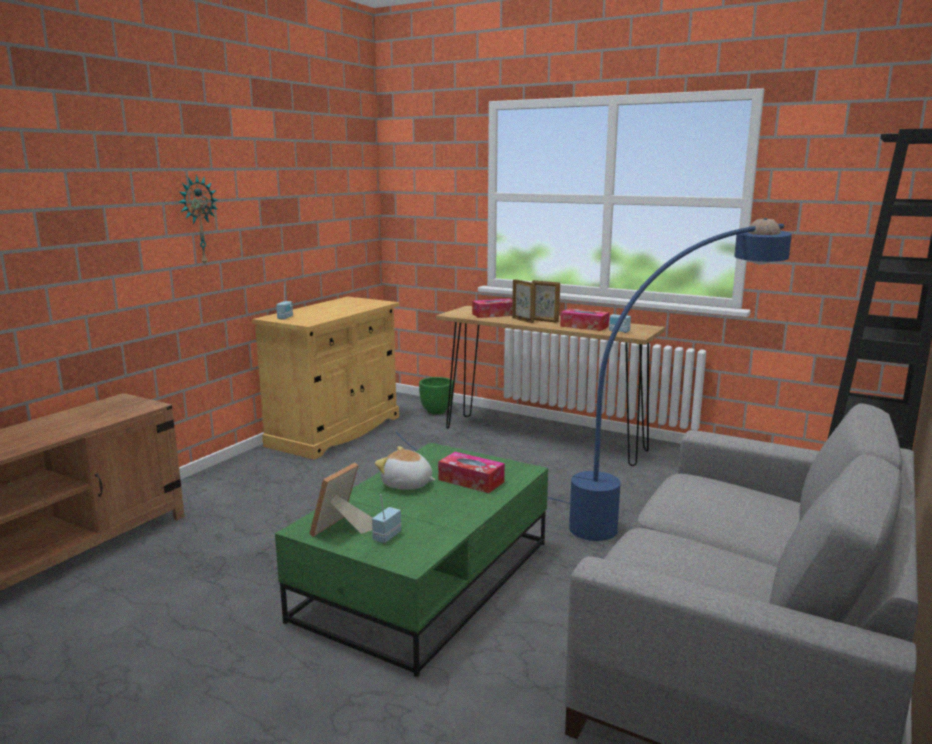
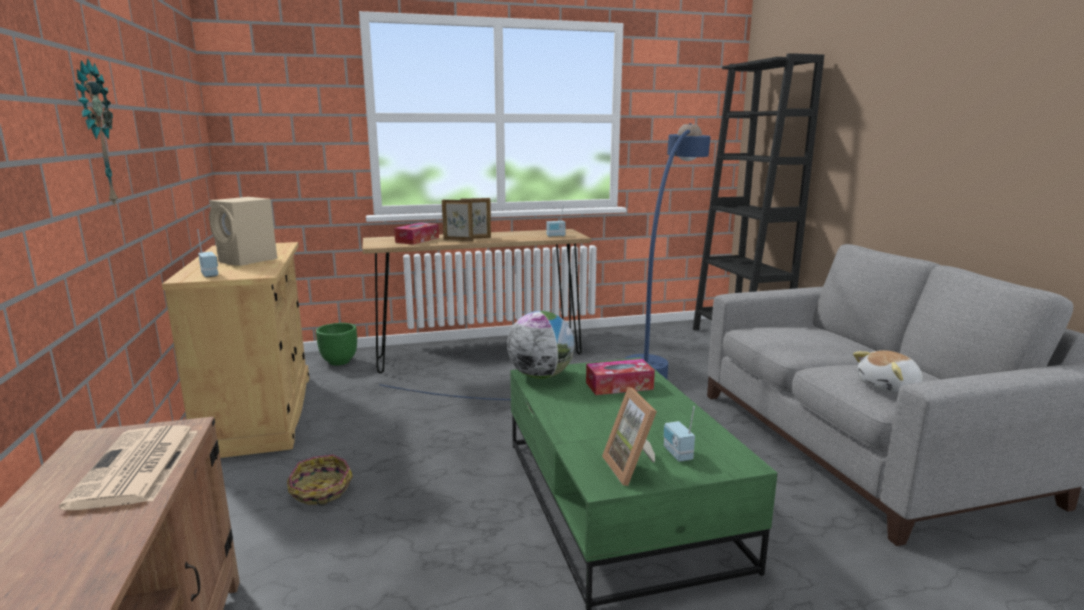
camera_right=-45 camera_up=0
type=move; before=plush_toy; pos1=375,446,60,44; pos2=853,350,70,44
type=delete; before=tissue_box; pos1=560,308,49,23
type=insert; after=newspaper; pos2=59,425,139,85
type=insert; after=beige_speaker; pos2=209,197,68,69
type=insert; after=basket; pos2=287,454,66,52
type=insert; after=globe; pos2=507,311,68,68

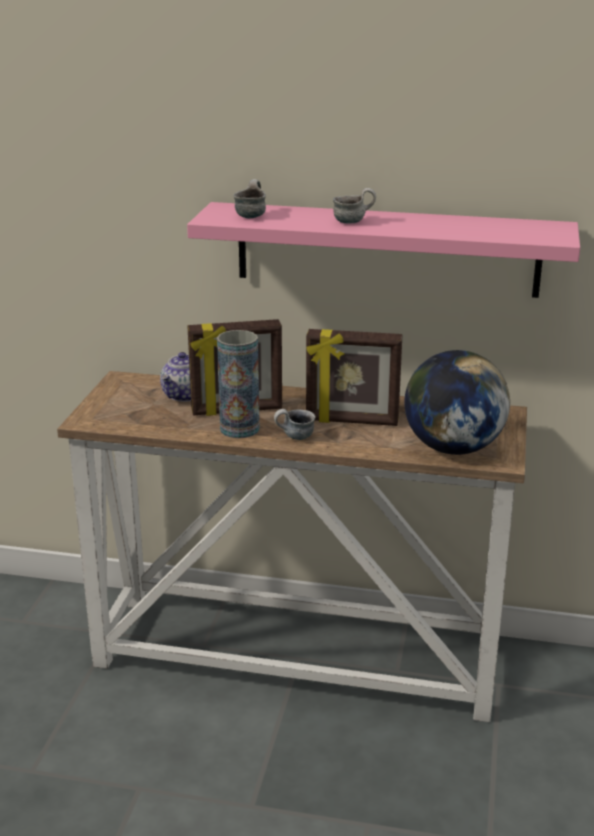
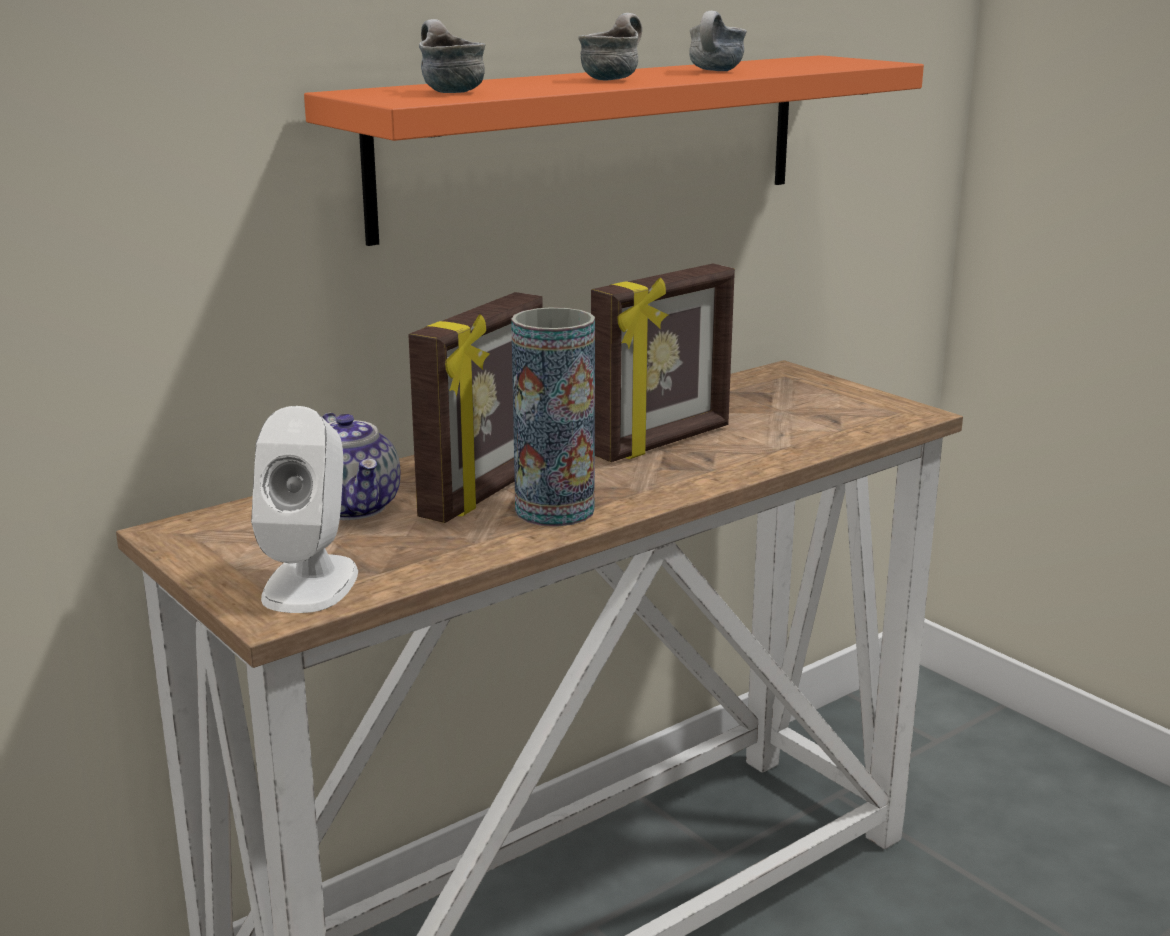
camera_right=-50 camera_up=-5
type=recolor; before=pink_shelf; after=orange_shelf; pos1=187,202,393,96; pos2=304,55,620,191
type=move; before=mug; pos1=274,409,41,31; pos2=689,11,58,60
type=delete; before=globe; pos1=404,350,106,105
type=insert; after=white_speaker; pos2=251,406,107,207

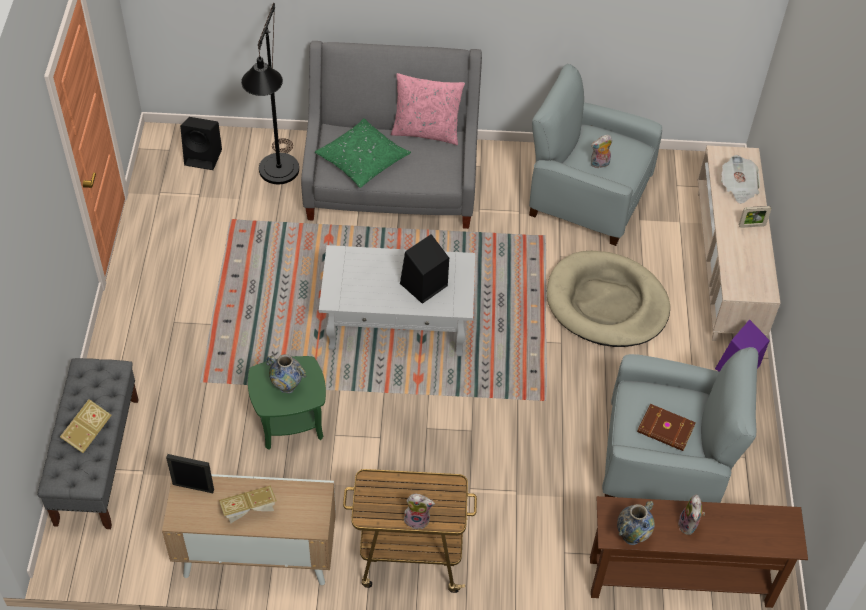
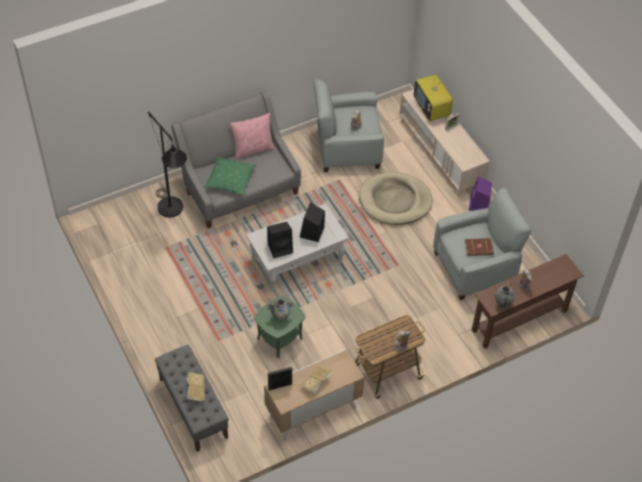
camera_right=-30 camera_up=0
type=move; before=black_speaker; pos1=180,117,42,53; pos2=267,222,26,36
type=replace; before=newspaper; after=television; pos1=721,155,39,49; pos2=414,71,39,50

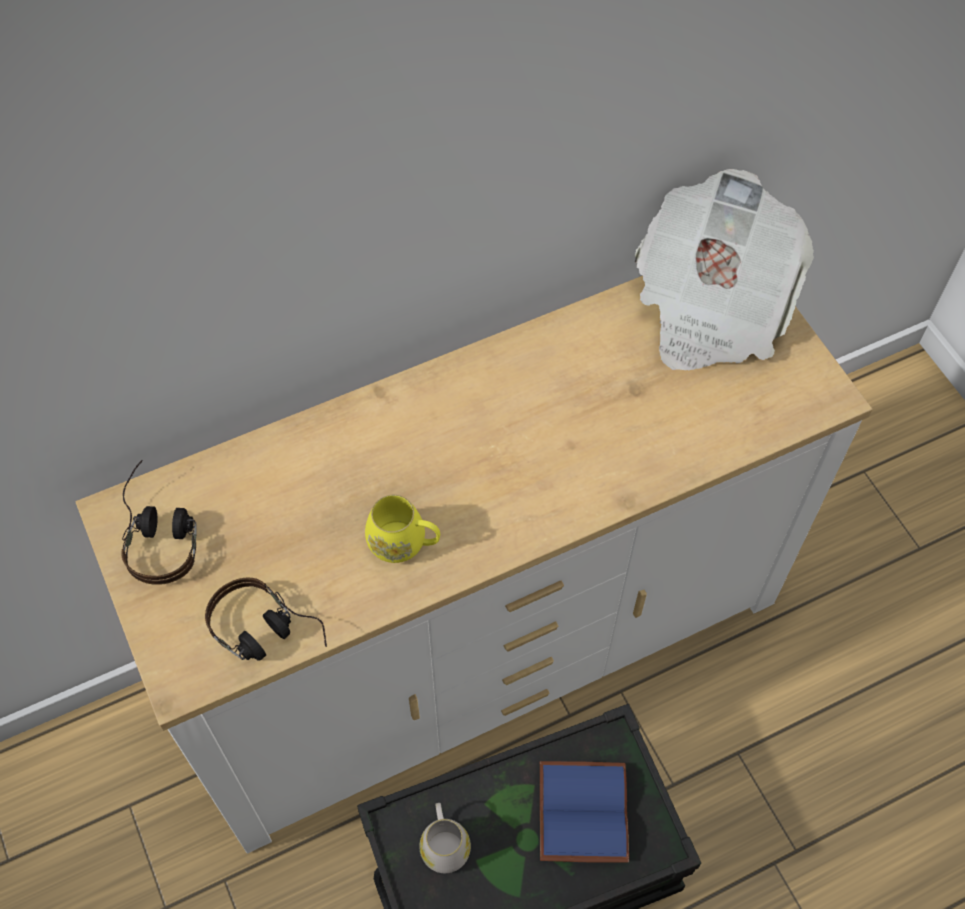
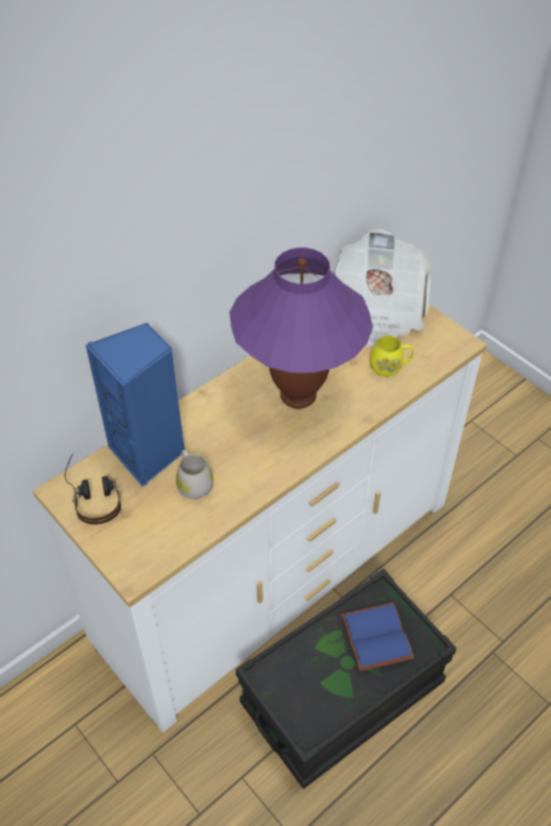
camera_right=-15 camera_up=-10
type=delete; before=headphones; pos1=205,578,122,82
type=move; before=yellow_mug; pos1=365,495,75,68; pos2=370,335,44,42
type=move; before=white_mug; pos1=419,803,52,70; pos2=176,450,38,49
type=insert; after=blue_speaker; pos2=85,323,100,164
type=insert; after=purple_table_lamp; pos2=229,248,144,161

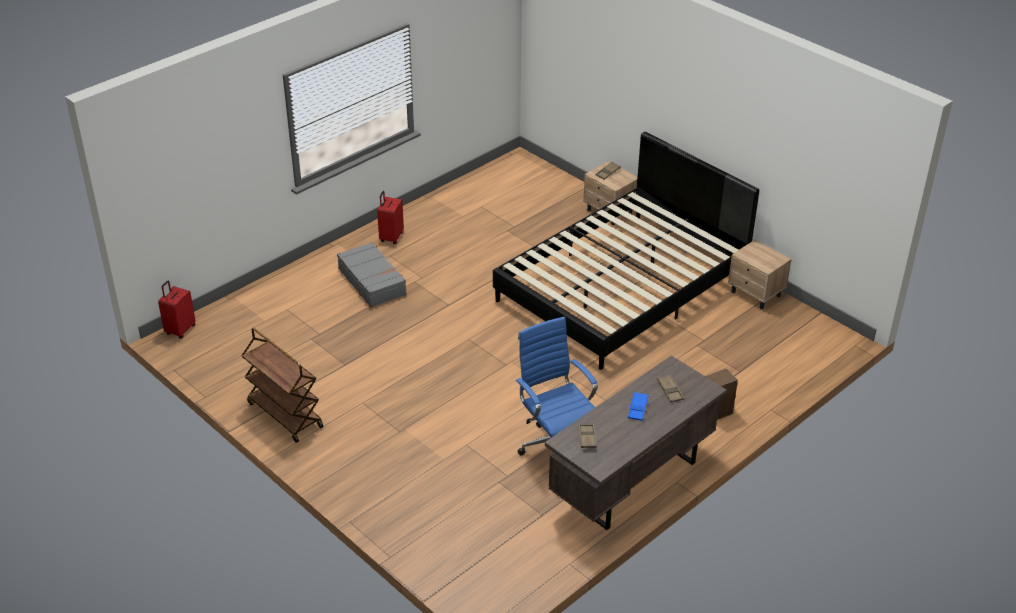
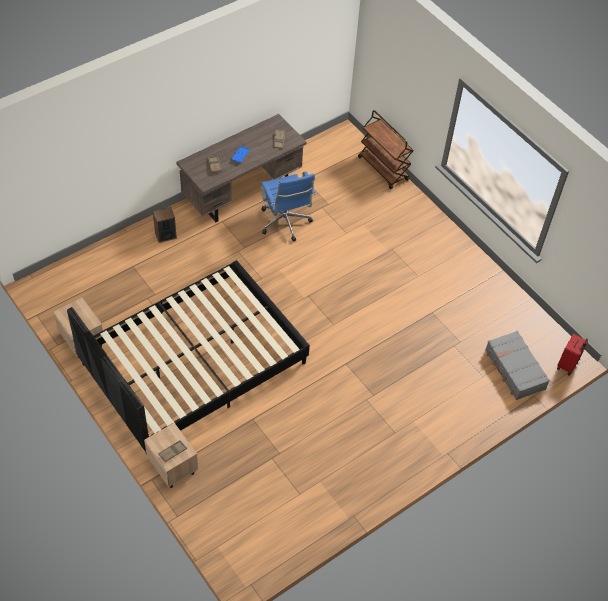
camera_right=-175 camera_up=15
type=move; before=brown_cart; pos1=241,328,82,115; pos2=358,110,56,79
type=move; before=grey_suitcase; pos1=337,242,69,65; pos2=485,331,65,69
type=delete; before=red_suitcase; pos1=377,191,27,53

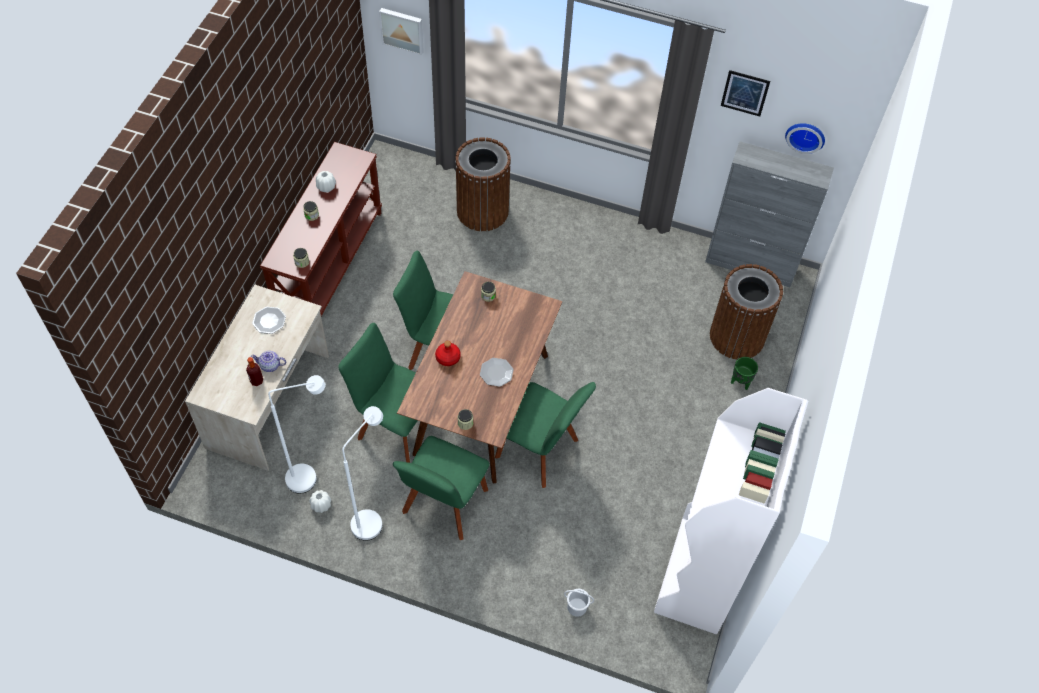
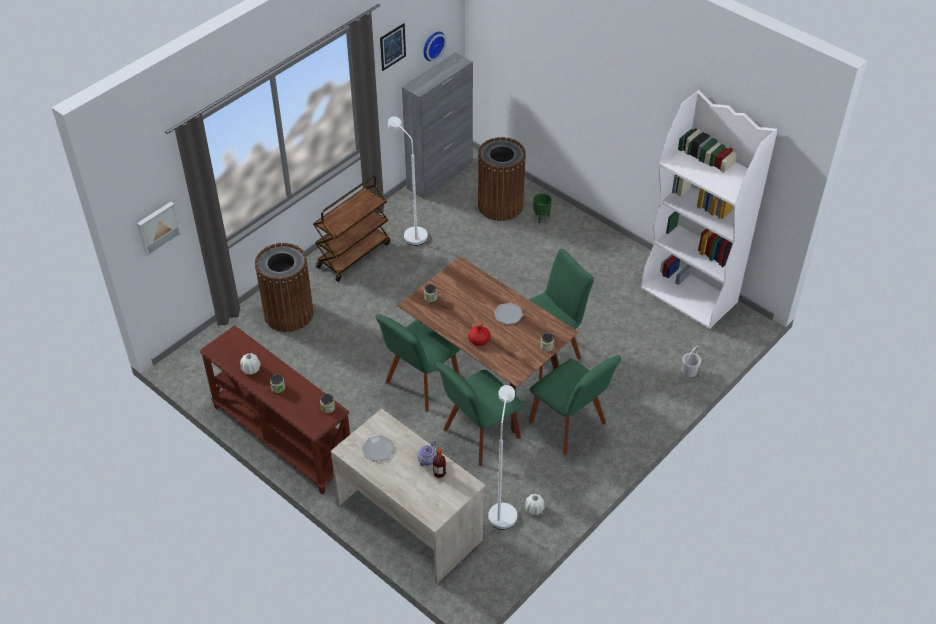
camera_right=-65 camera_up=-10
type=move; before=white_floor_lamp; pos1=342,406,41,135; pos2=388,116,40,130
type=insert; after=brown_cart; pos2=313,176,77,106

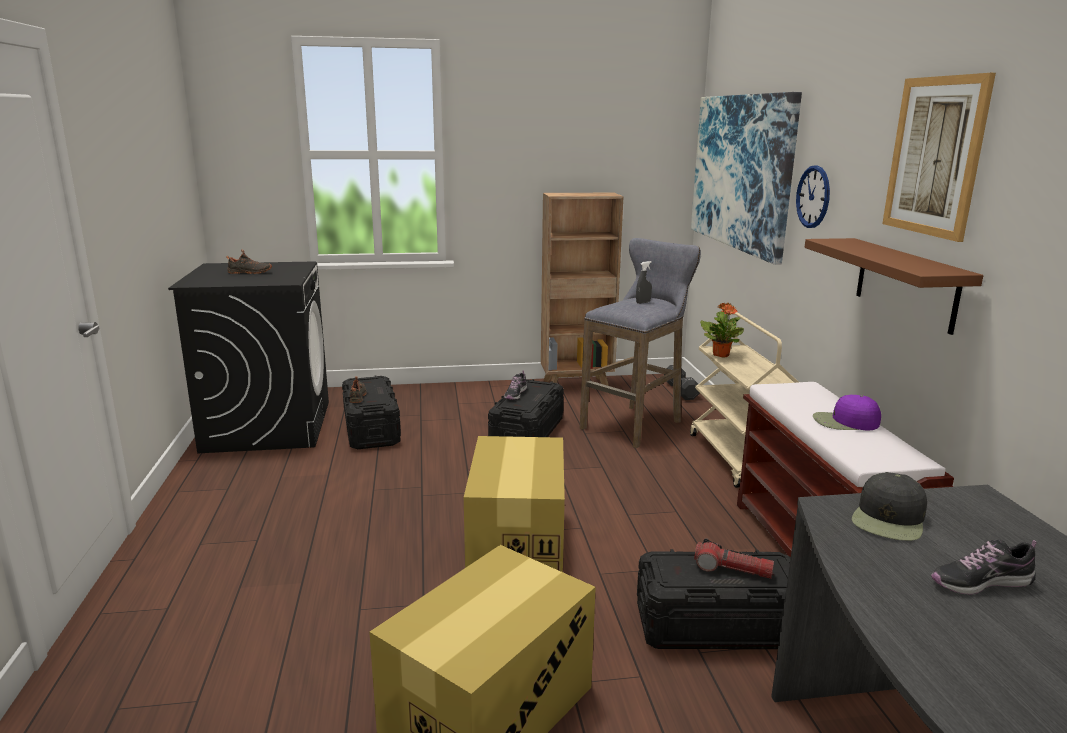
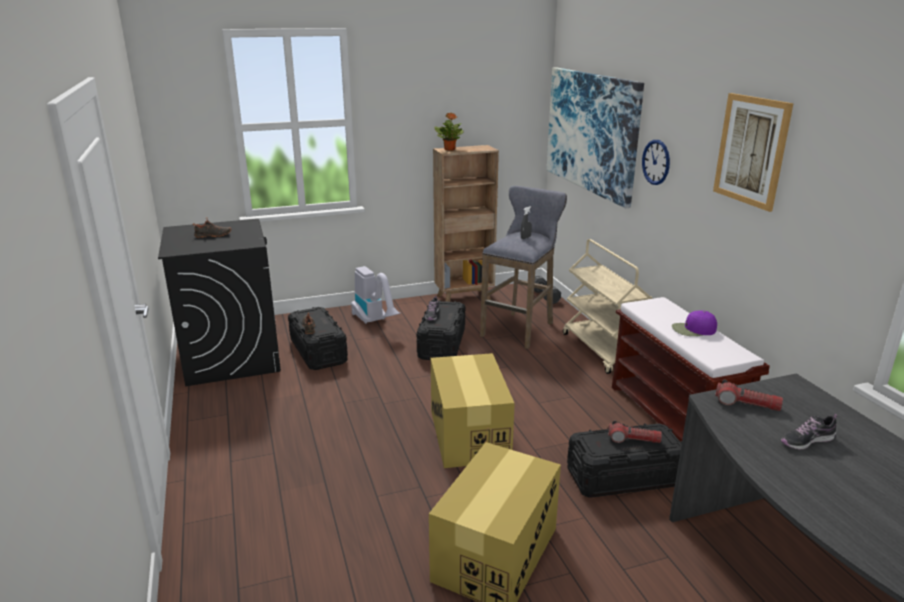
camera_right=-10 camera_up=5
type=move; before=potted_plant; pos1=700,303,44,54; pos2=434,113,30,38
type=delete; before=brown_shelf; pos1=804,238,179,97
type=replace; before=black_cap; after=flashlight; pos1=852,472,75,69; pos2=715,380,68,31
type=insert; after=vacuum_cleaner; pos2=351,266,49,58

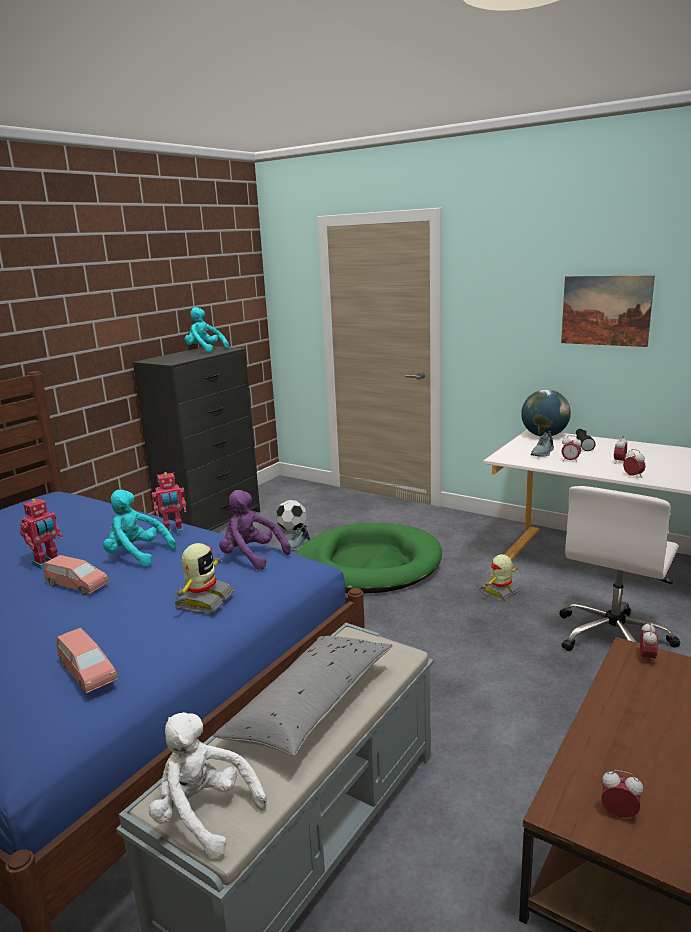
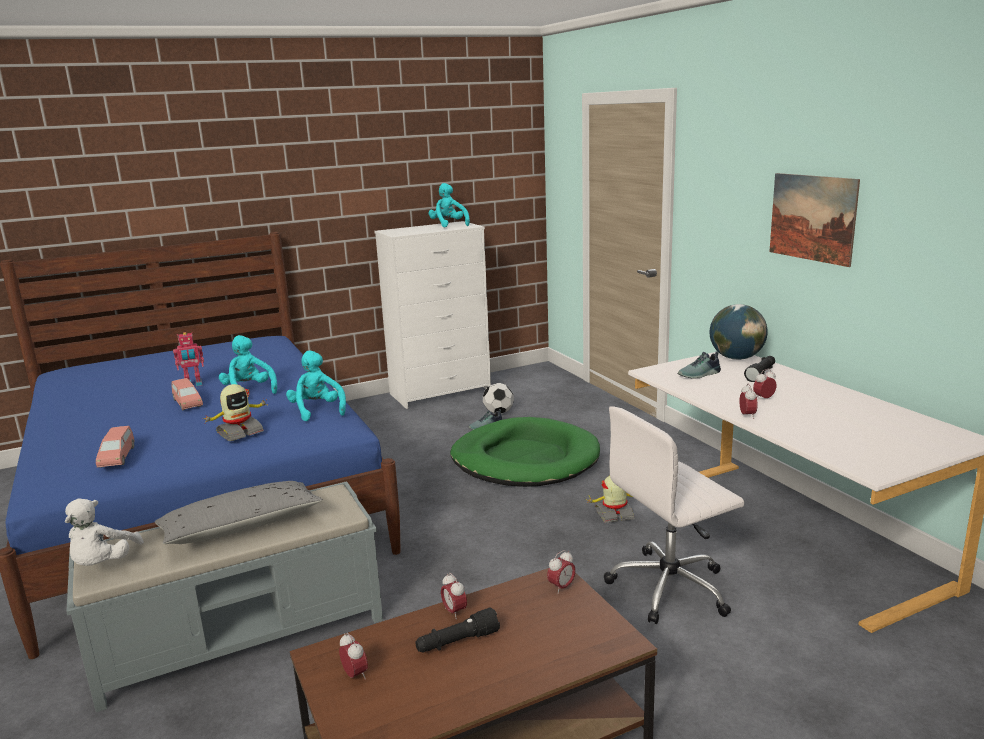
camera_right=30 camera_up=0
type=recolor; before=black_dresser; after=white_dresser; pos1=132,346,128,185; pos2=374,221,117,188
type=rotate; before=white_plush_toy; pos1=149,712,118,146; pos2=65,498,79,68; turn=-150
type=delete; before=toy_robot; pos1=152,472,34,63
type=recolor; before=purple_plush_toy; after=turquoise_plush_toy; pos1=219,490,72,80; pos2=286,351,60,70
type=move; before=alarm_clock; pos1=562,435,19,27; pos2=441,573,26,46
type=insert; after=black_flashlight; pos2=415,607,85,46

